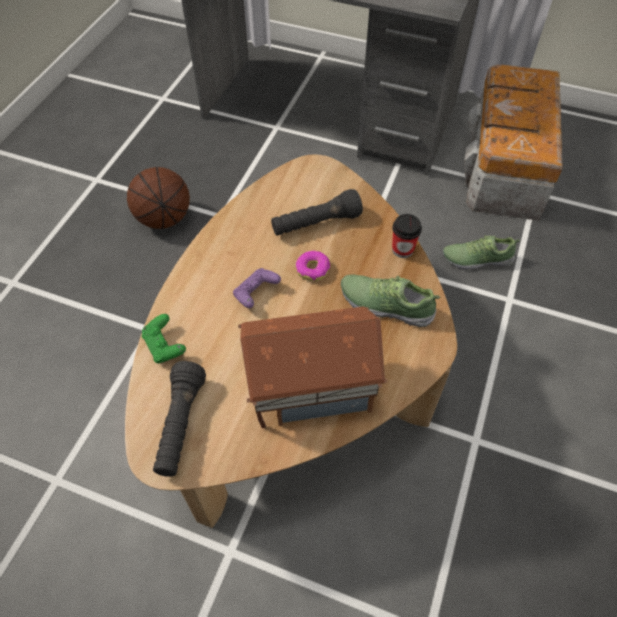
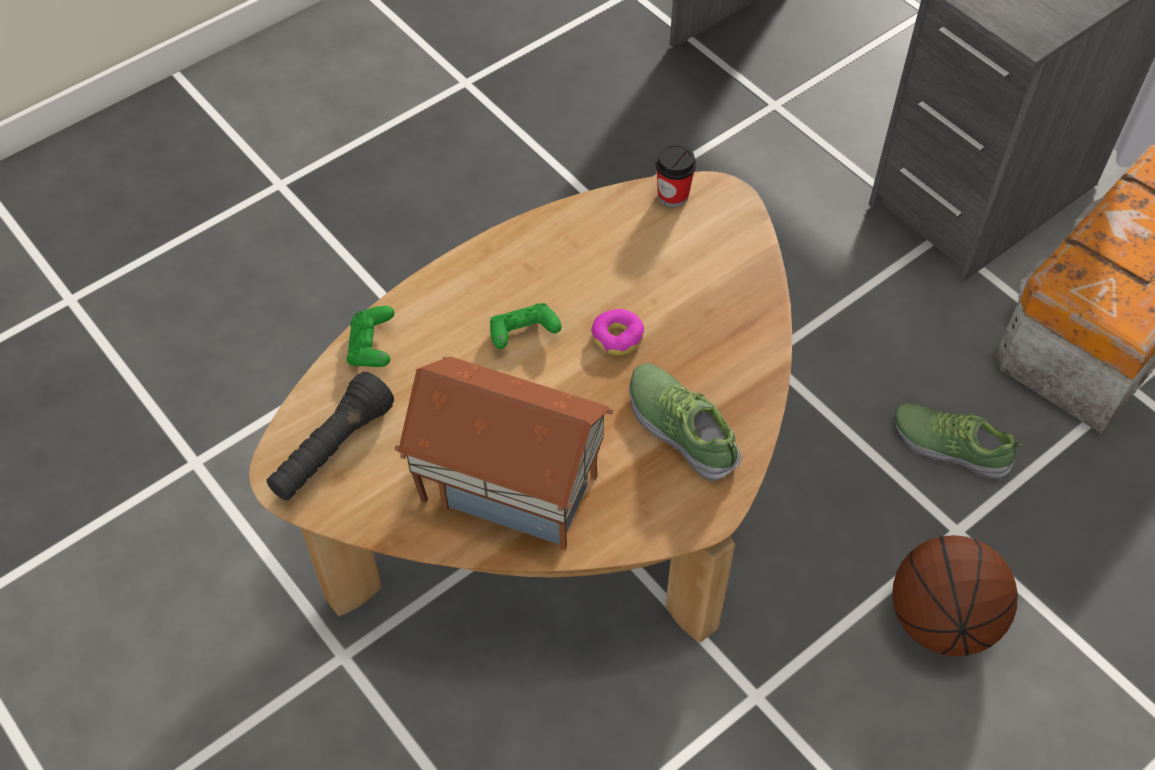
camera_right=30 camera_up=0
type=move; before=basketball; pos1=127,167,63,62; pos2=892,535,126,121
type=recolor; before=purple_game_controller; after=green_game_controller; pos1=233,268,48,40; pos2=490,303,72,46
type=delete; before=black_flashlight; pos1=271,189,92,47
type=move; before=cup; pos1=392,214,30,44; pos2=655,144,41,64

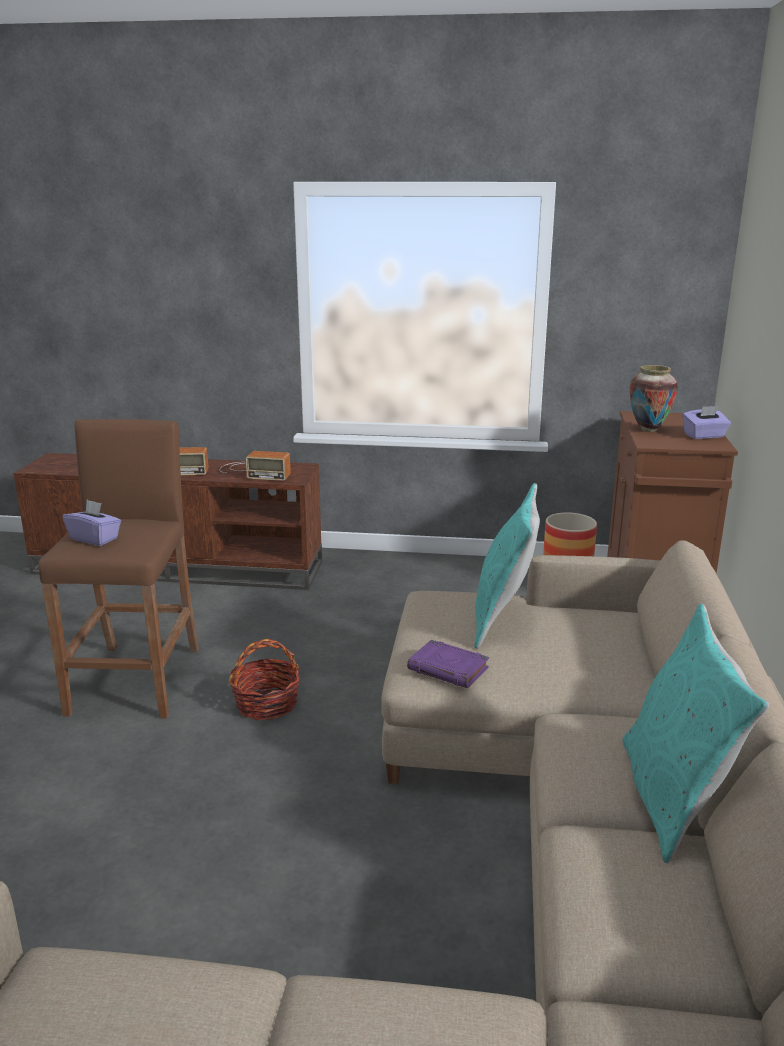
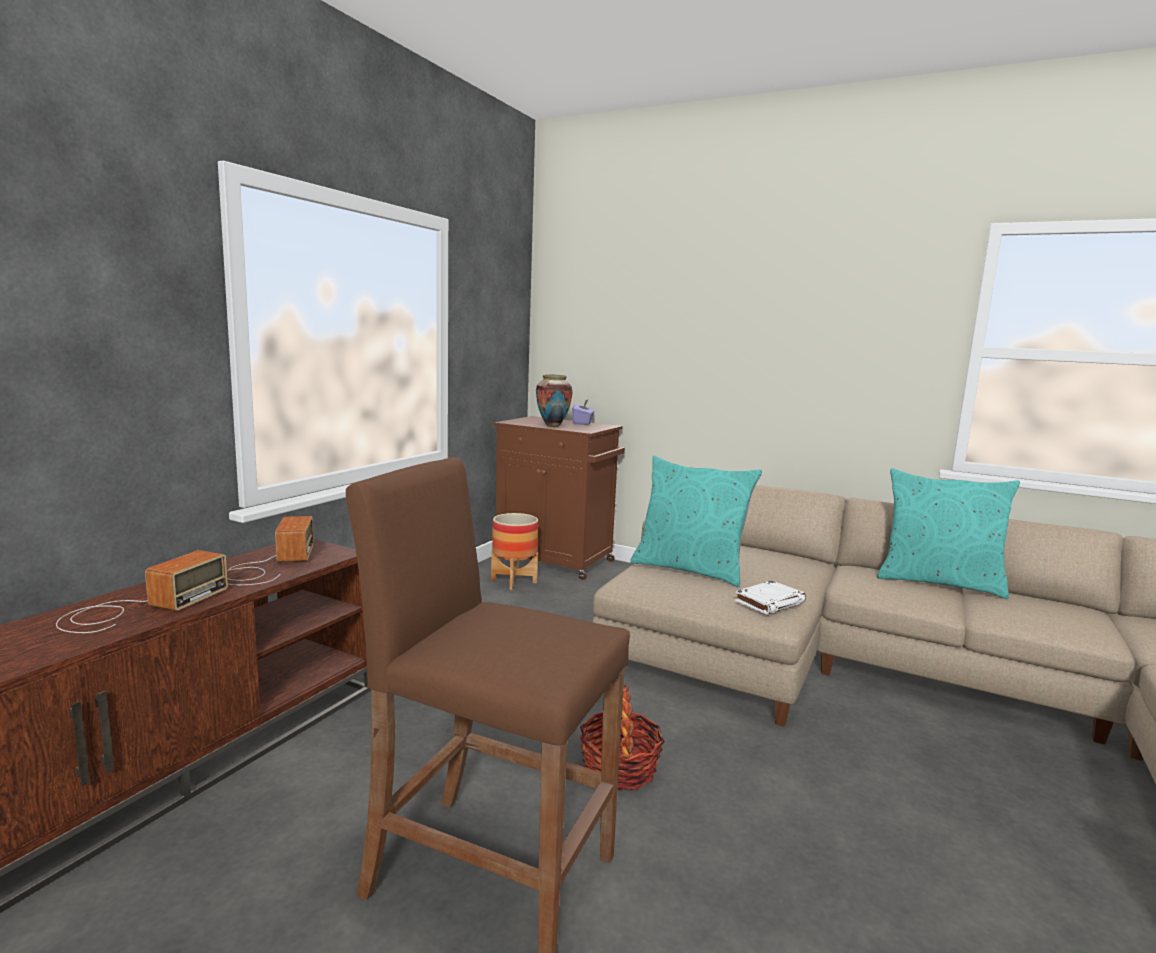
camera_right=-70 camera_up=-10
type=delete; before=purple_tissue_box; pos1=62,500,59,46
type=rotate; before=radio; pos1=220,451,71,30; pos2=227,516,87,69; turn=-45
type=recolor; before=purple_book; after=white_book; pos1=407,640,82,48; pos2=734,581,72,34

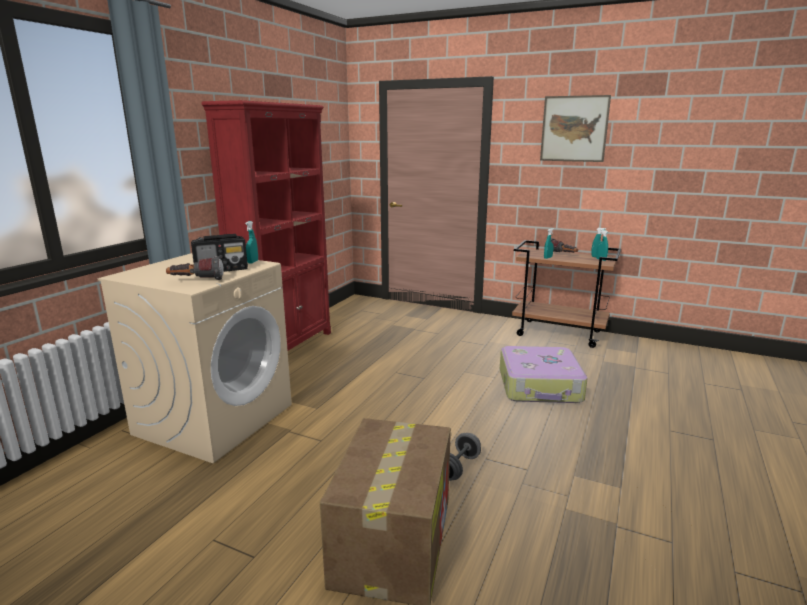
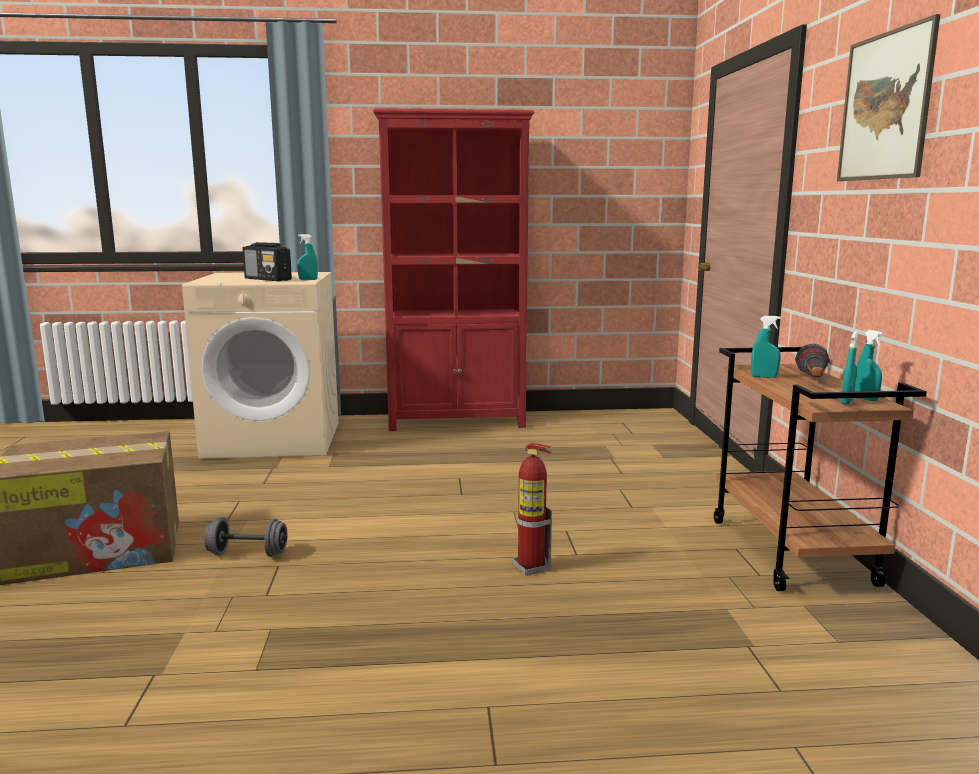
camera_right=60 camera_up=-5
type=delete; before=flashlight; pos1=166,256,58,24
type=replace; before=suitcase; after=fire_extinguisher; pos1=500,346,88,57; pos2=512,443,40,133

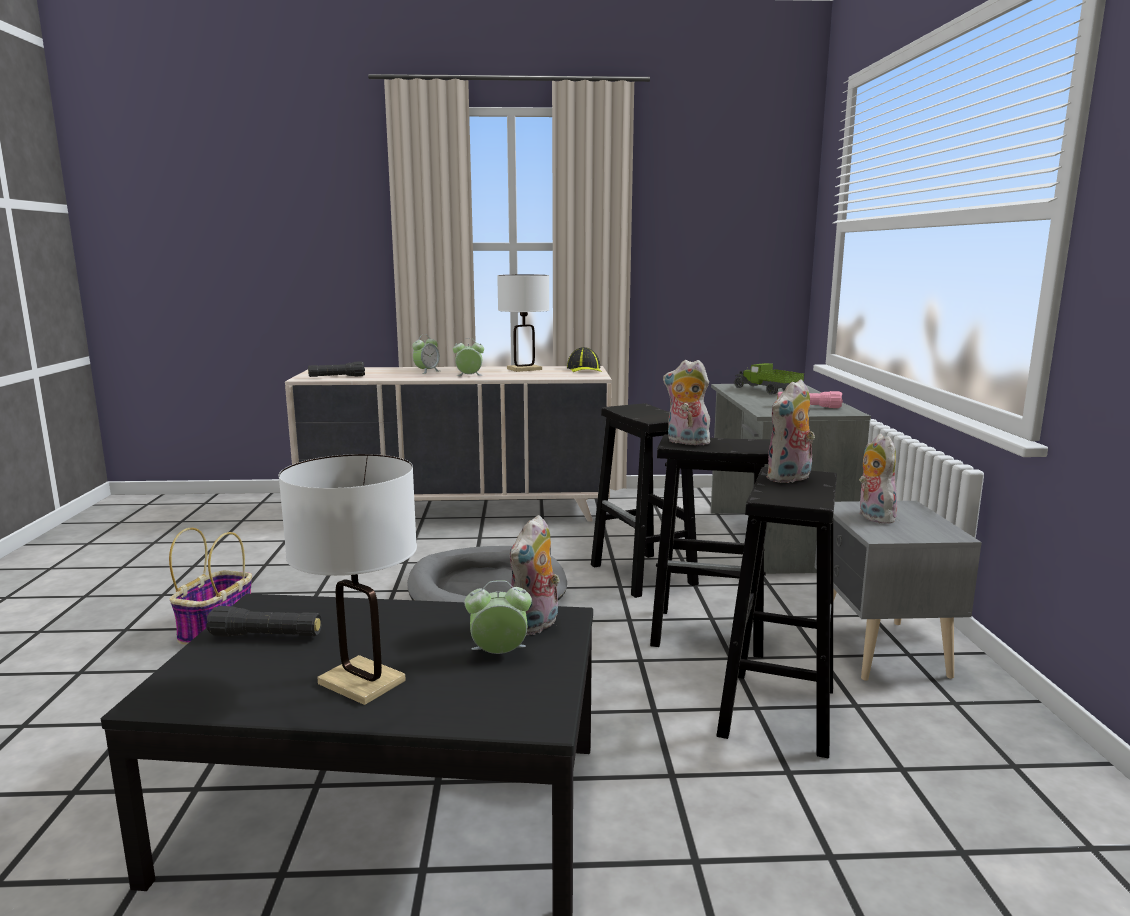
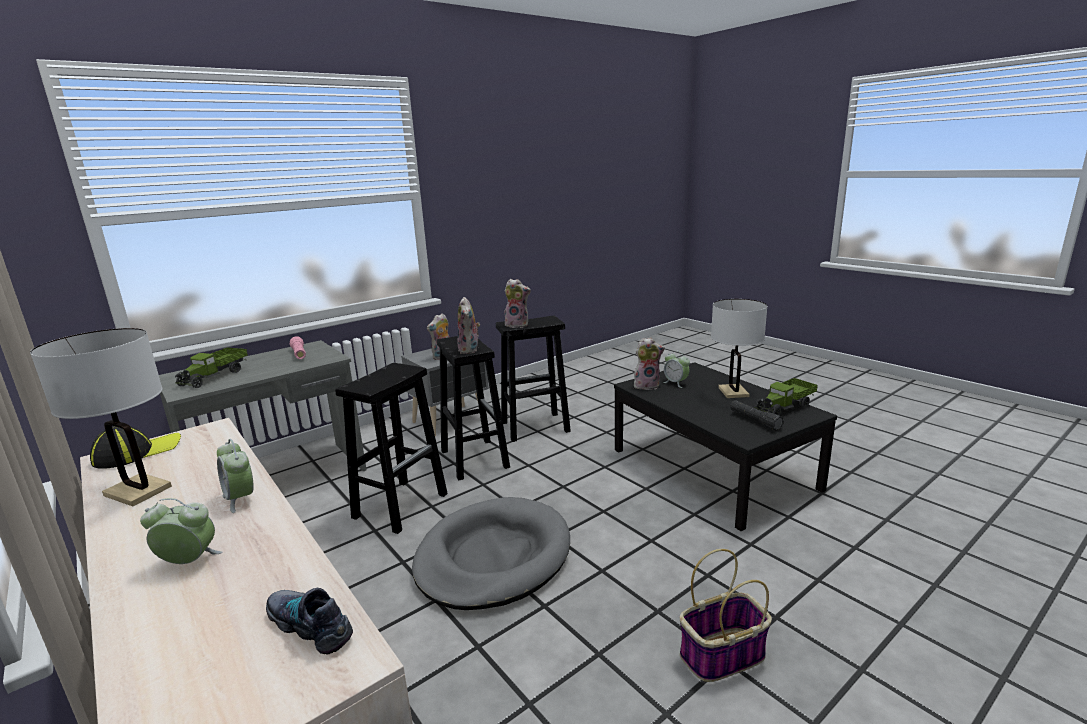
camera_right=-125 camera_up=5
type=replace; before=black_flashlight; after=shoe; pos1=308,361,57,16; pos2=266,588,87,67
type=insert; after=toy_truck; pos2=754,378,64,37

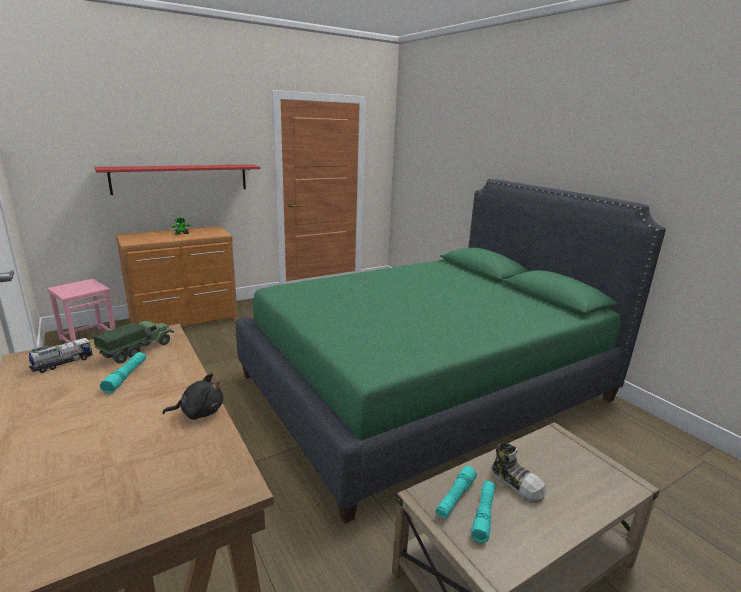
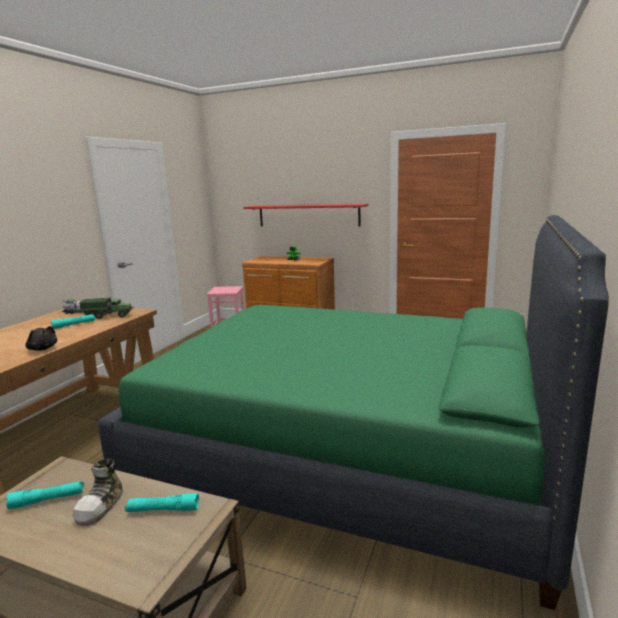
camera_right=55 camera_up=-5
type=move; before=turquoise_flashlight; pos1=435,466,42,53; pos2=125,493,74,19

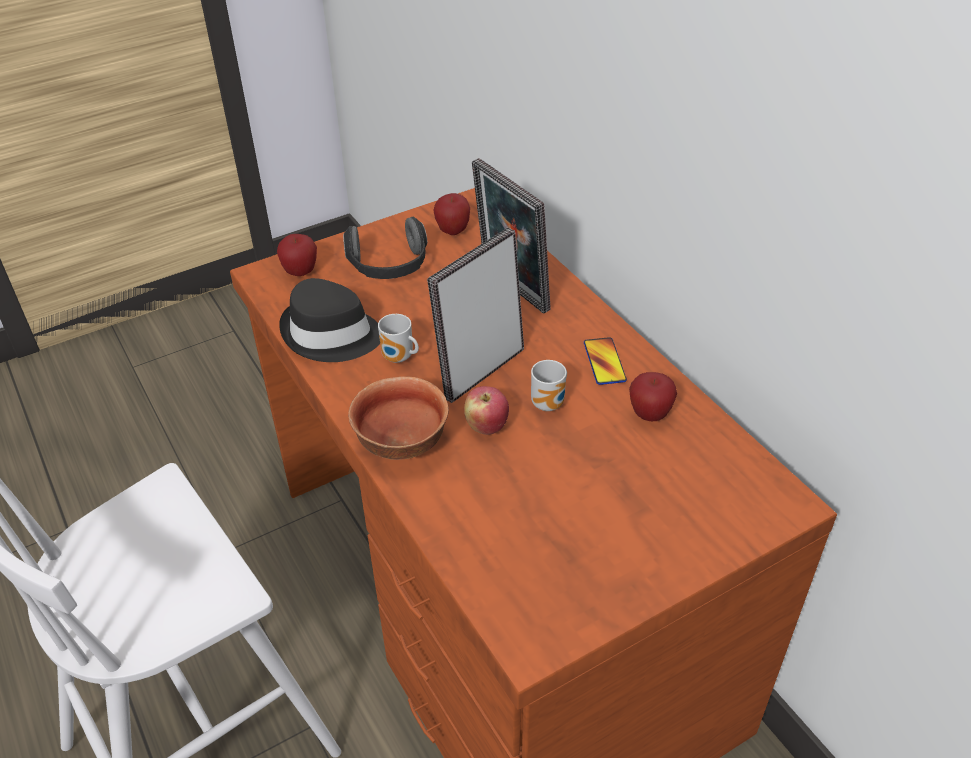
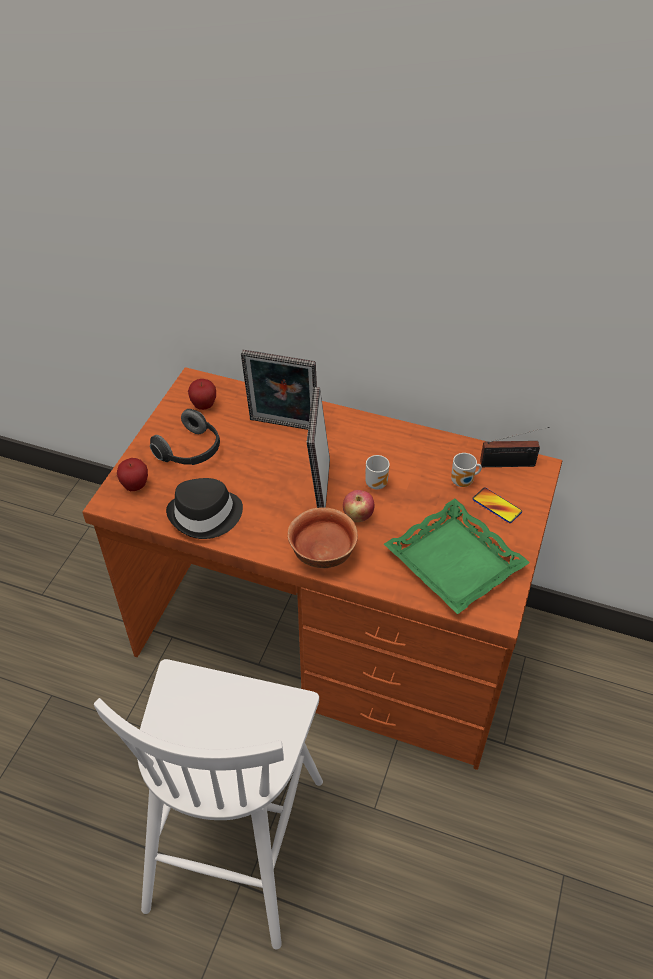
camera_right=-40 camera_up=5
type=move; before=mug; pos1=378,314,41,49; pos2=451,453,31,34
type=move; before=phone; pos1=584,337,43,48; pos2=472,487,50,36
type=delete; before=apple; pos1=629,372,48,49
type=insert; after=green_tray; pos2=384,498,146,116
type=insert; after=radio; pos2=480,427,69,40

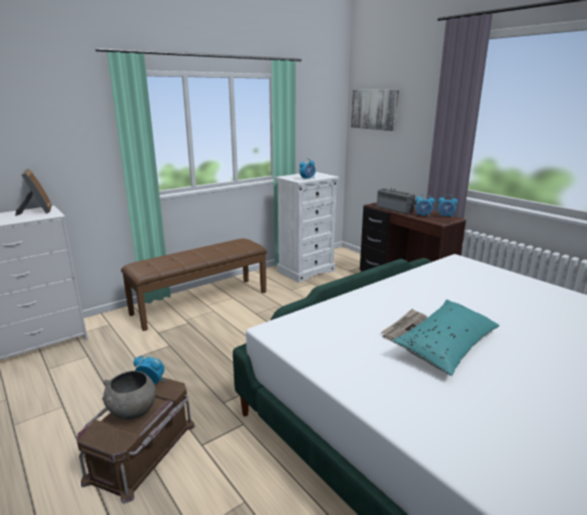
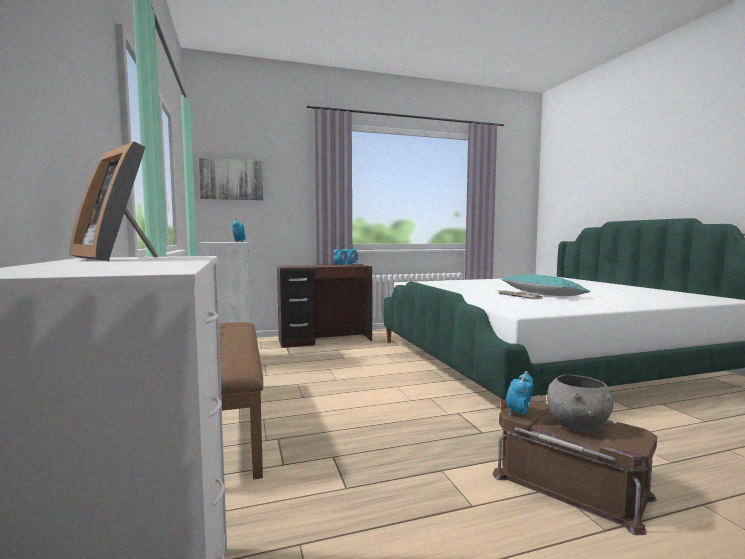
camera_right=-70 camera_up=-15
type=rotate; before=picture_frame; pos1=15,169,37,47; pos2=69,141,89,120; turn=-135
type=delete; before=radio; pos1=377,188,40,26

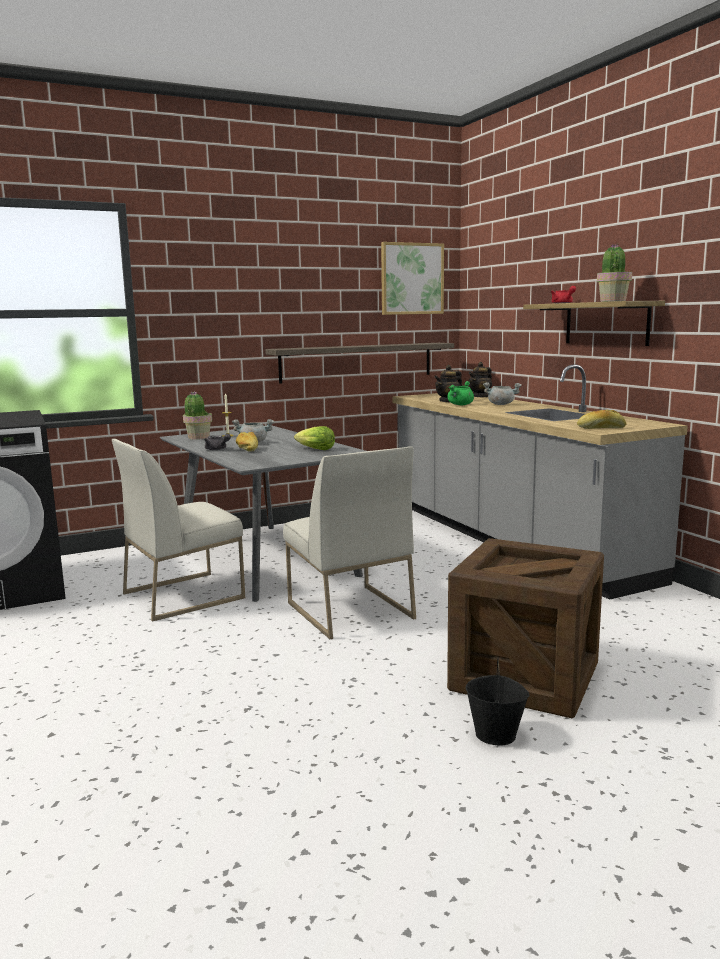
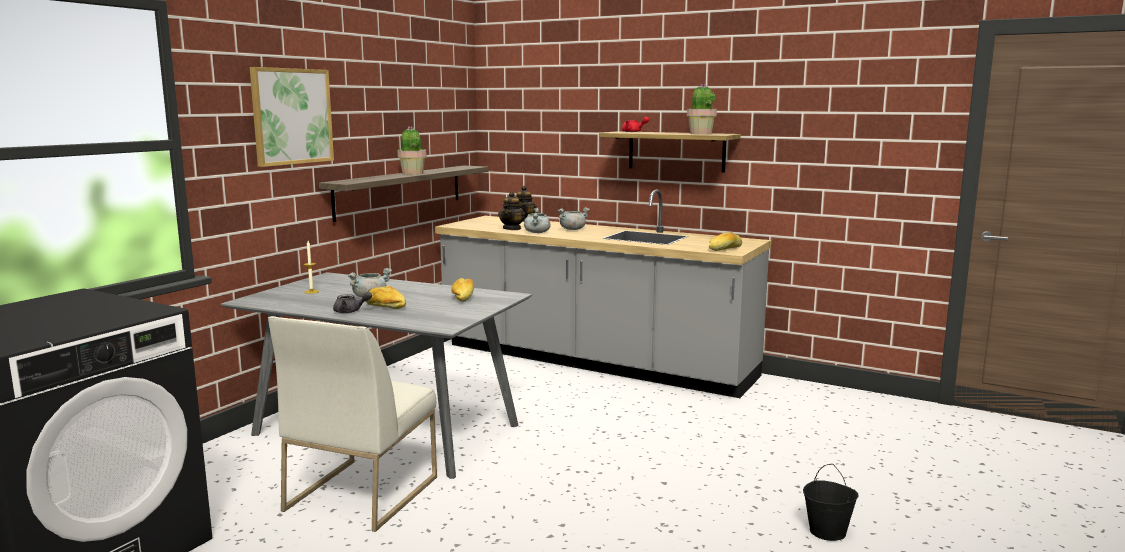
camera_right=-35 camera_up=0
type=move; before=potted_plant; pos1=183,391,29,49; pos2=397,126,30,49
type=delete; before=white_chair; pos1=283,446,133,193
type=replace; before=lettuce; after=bread; pos1=294,426,41,24; pos2=451,278,23,24
type=move; before=picture; pos1=381,242,63,73; pos2=250,67,84,100
type=recolor; before=green_cooking_pot; after=grey_cooking_pot; pos1=447,381,27,24; pos2=524,208,27,25
type=delete; before=crate; pos1=447,538,157,180

